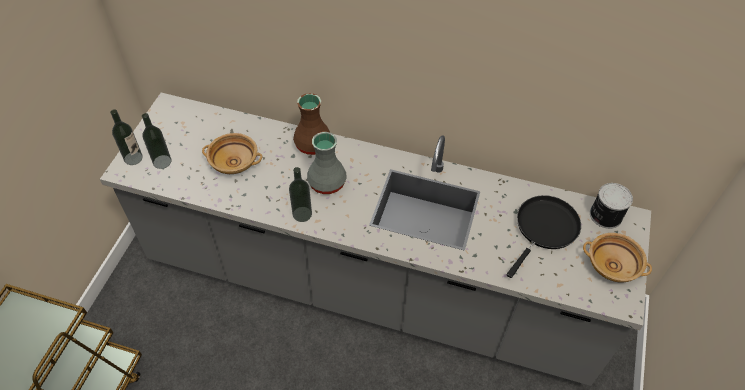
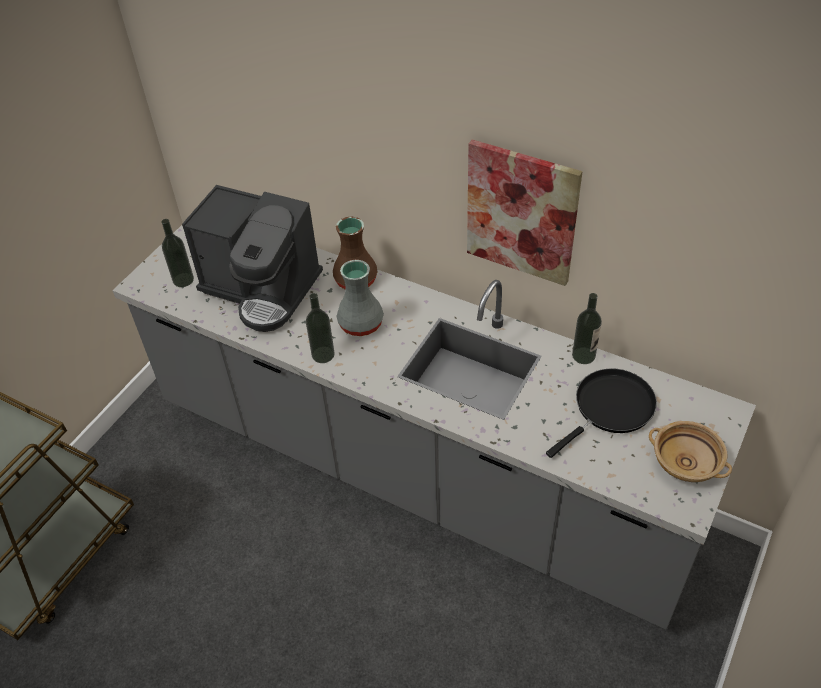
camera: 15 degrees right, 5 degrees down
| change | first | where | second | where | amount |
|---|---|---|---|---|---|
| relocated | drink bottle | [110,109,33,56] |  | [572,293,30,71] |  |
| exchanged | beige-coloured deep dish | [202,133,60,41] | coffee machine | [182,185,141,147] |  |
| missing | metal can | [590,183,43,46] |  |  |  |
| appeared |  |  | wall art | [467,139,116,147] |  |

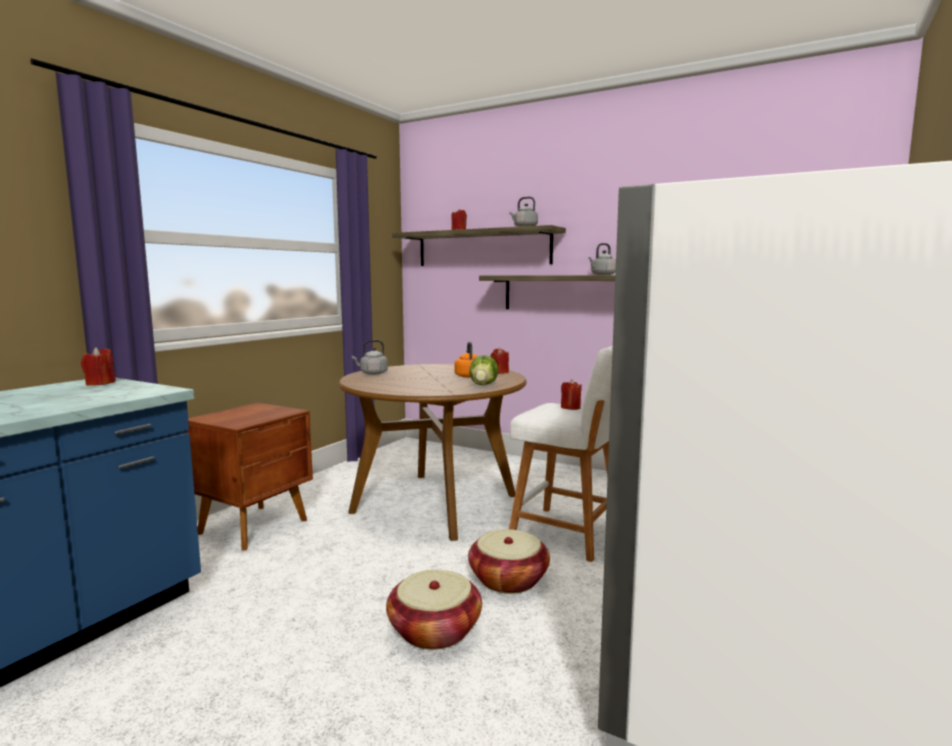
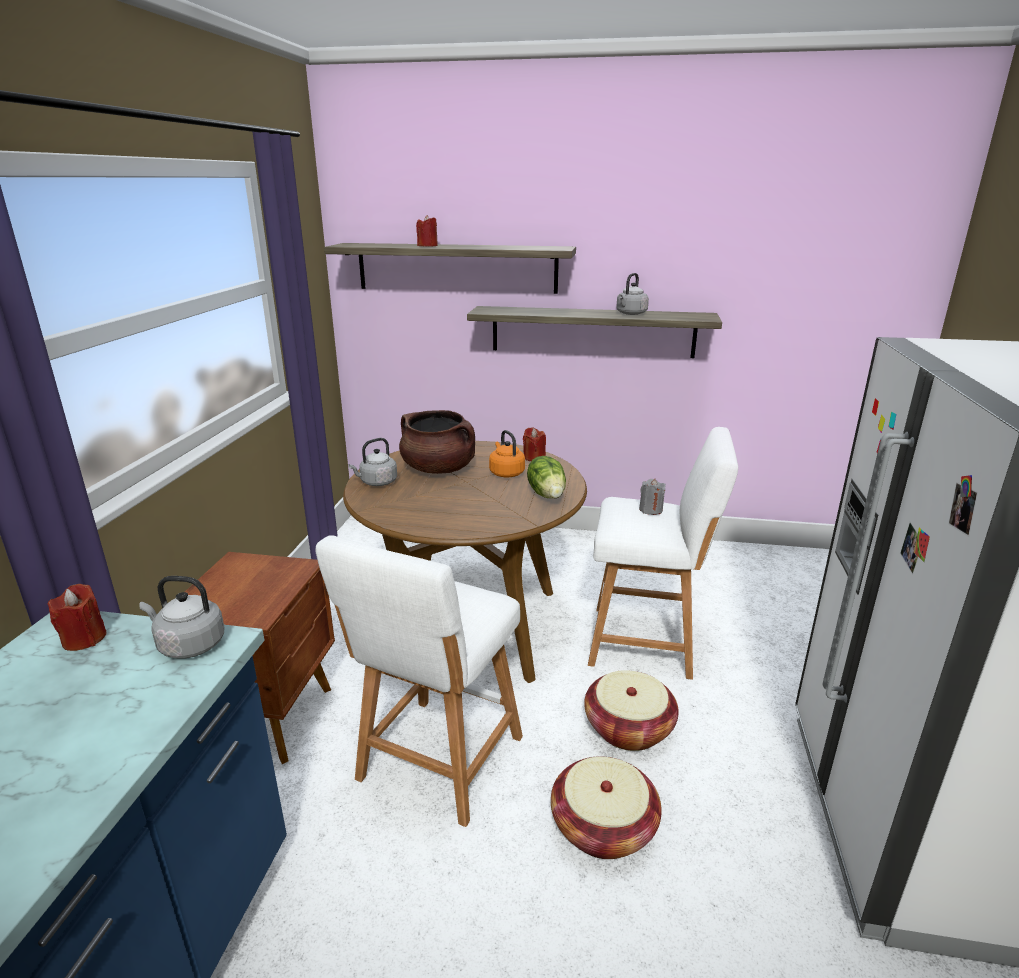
camera: 20 degrees left, 15 degrees up
| change | first | where | second | where | amount |
|---|---|---|---|---|---|
| relocated | gray kettle | [509,197,29,30] |  | [139,576,85,82] |  |
| colour | red candle | [561,379,21,31] | gray candle | [639,479,27,36] |  |
| appeared |  |  | whitish sitting stool | [316,535,207,292] |  |
| appeared |  |  | brownish stockpot | [399,410,76,64] |  |

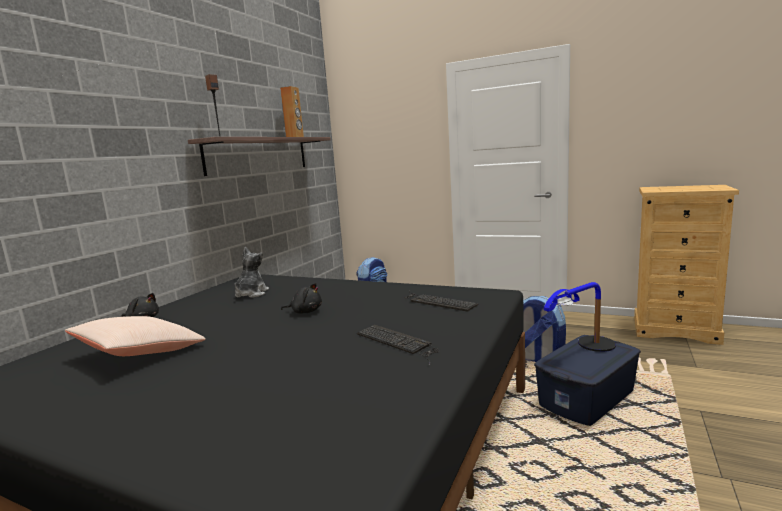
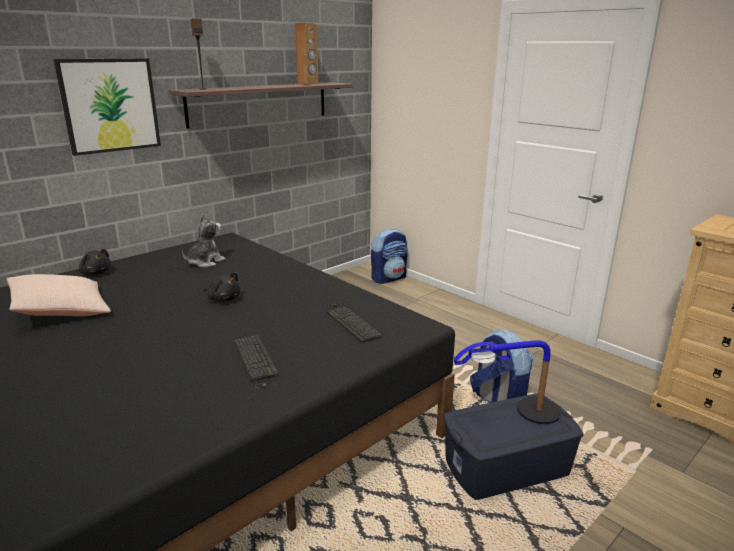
camera: 20 degrees right, 10 degrees up
| change | first | where | second | where | amount |
|---|---|---|---|---|---|
| appeared |  |  | wall art | [54,58,107,98] |  |

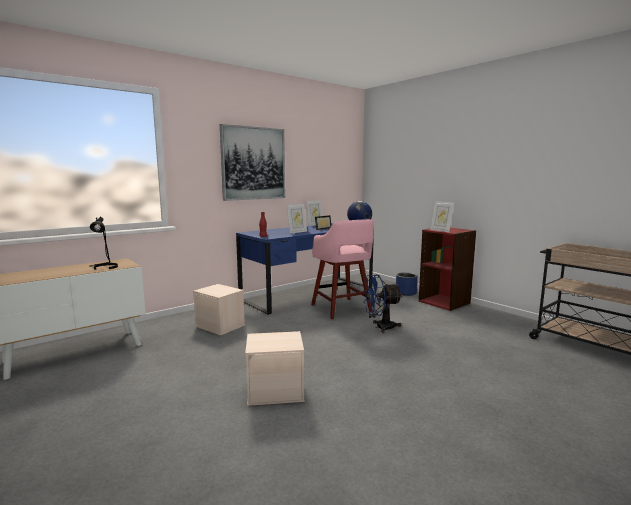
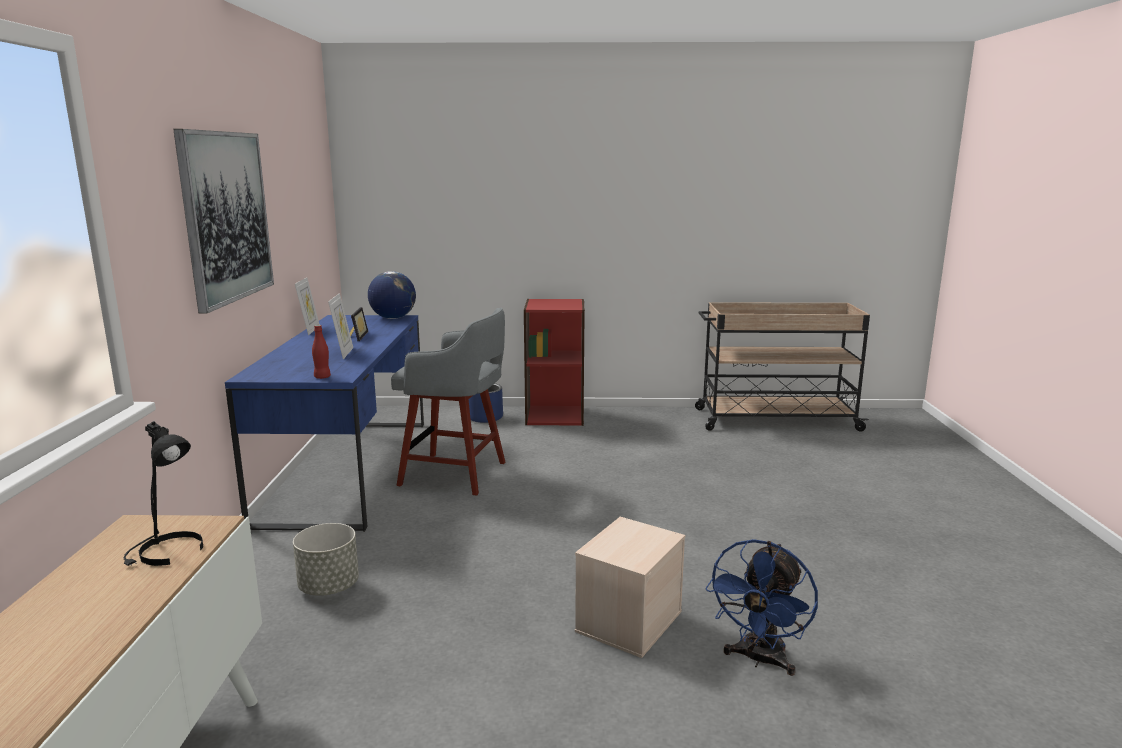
camera: 50 degrees left, 5 degrees up
| change | first | where | second | where | amount |
|---|---|---|---|---|---|
| exchanged | beige-coloured storage box | [193,284,52,52] | gray flower pot | [293,523,66,73] |  |
| colour | pink-coloured sitting stool | [311,219,63,100] | gray sitting stool | [391,308,115,188] |  |
| relocated | bluish electric fan | [364,274,39,59] |  | [705,539,113,137] |  |
| missing | picture frame | [430,201,24,31] |  |  |  |

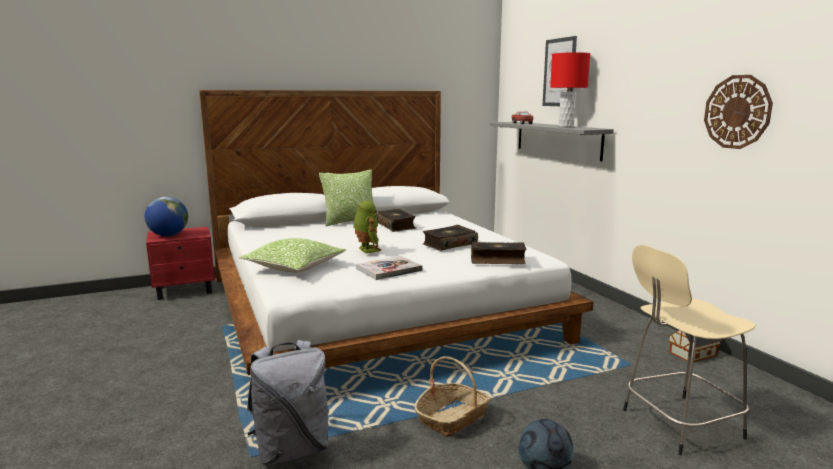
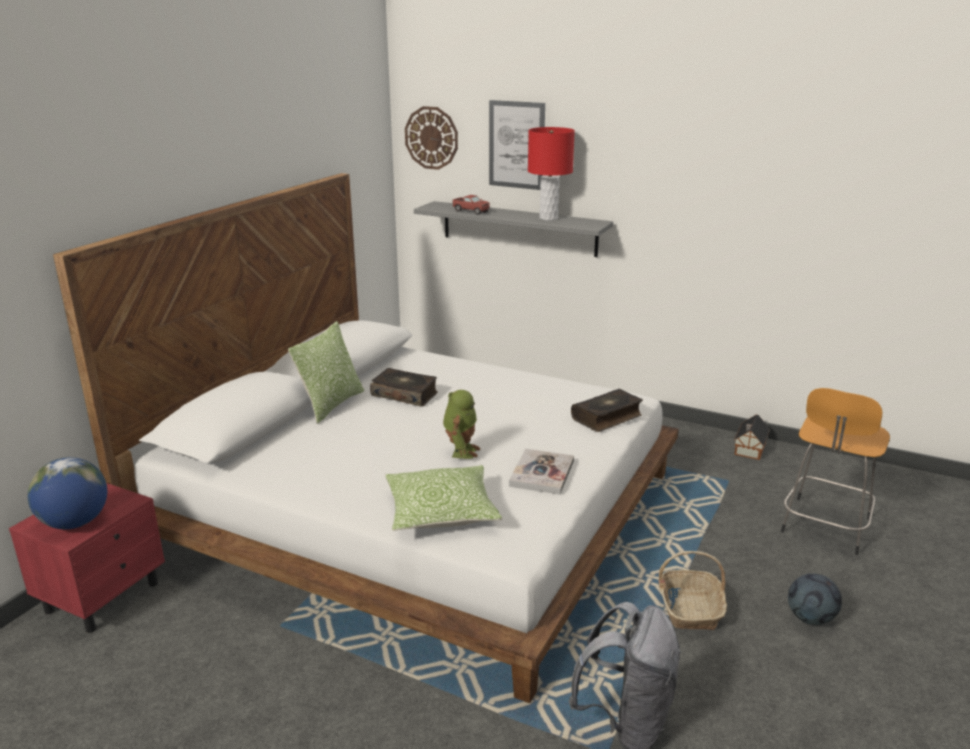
camera: 40 degrees left, 10 degrees up
| change | first | where | second | where | amount |
|---|---|---|---|---|---|
| spun | robot figure | [353,201,29,52] |  | [443,390,37,69] | 75 degrees clockwise |
| missing | book | [423,225,55,26] |  |  |  |
| colour | beige-coloured sitting stool | [623,245,133,211] | orangey sitting stool | [781,388,109,167] |  |
| relocated | clock on the wall | [704,75,69,74] |  | [405,106,53,64] |  |

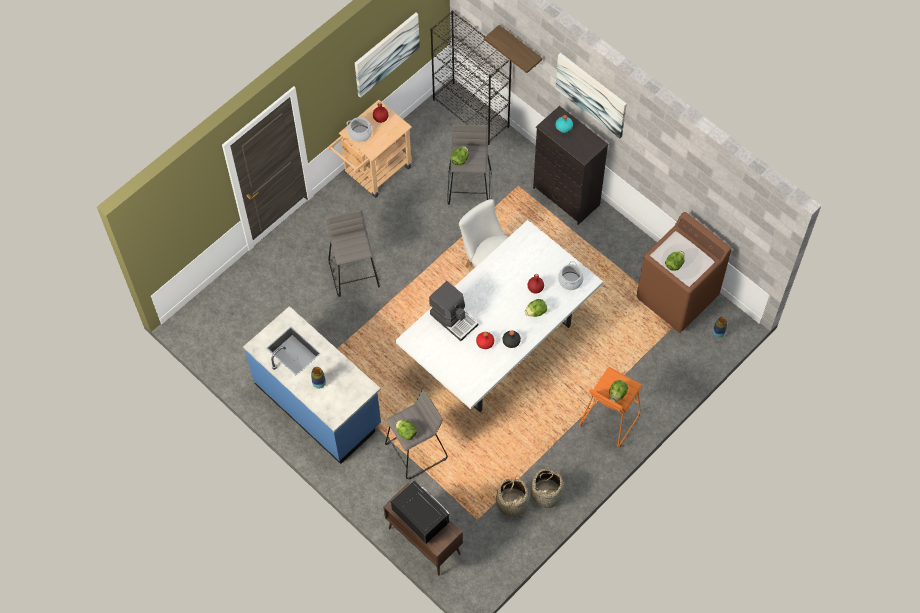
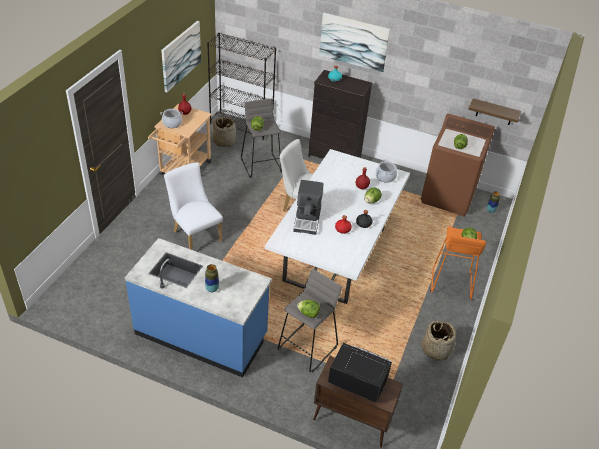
camera: 25 degrees left, 20 degrees down
| change | first | where | second | where | amount |
|---|---|---|---|---|---|
| exchanged | gray sitting stool | [327,209,53,88] | whitish chair | [164,163,59,87] |  |
| spun | coffee machine | [429,281,49,60] |  | [293,180,30,55] | 75 degrees clockwise |
| relocated | wall shelf | [484,25,58,48] |  | [468,98,53,27] |  |
| relocated | storage basket | [496,475,33,44] |  | [213,117,23,30] |  |

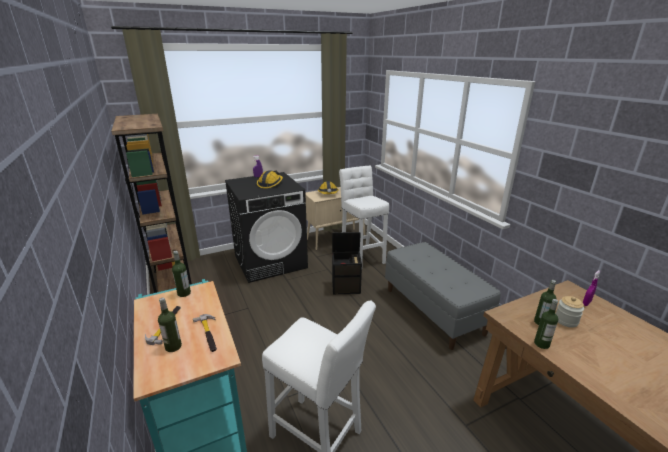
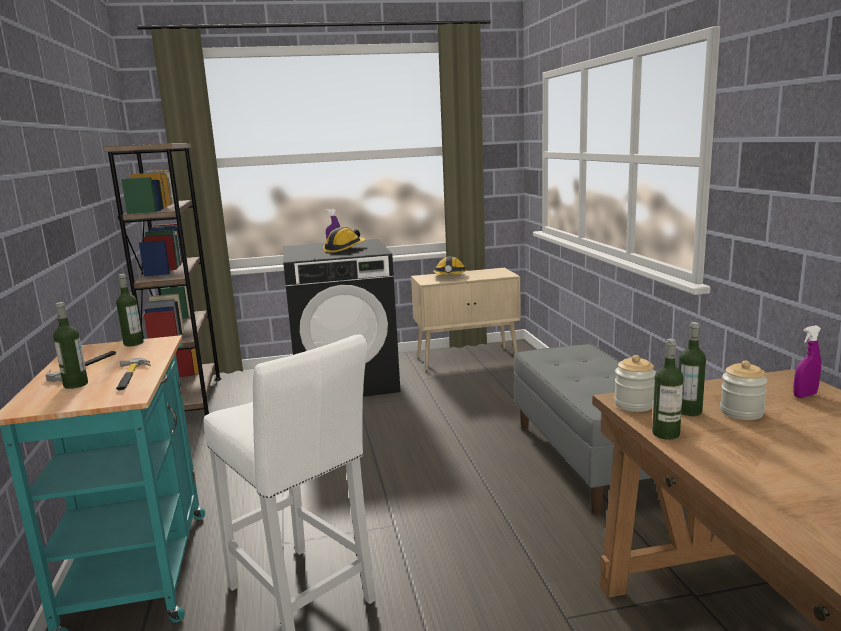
camera: 15 degrees right, 10 degrees down
| change | first | where | second | where | amount |
|---|---|---|---|---|---|
| missing | black-coloured storage box | [332,232,30,62] |  |  |  |
| missing | whitish sitting stool | [339,166,50,98] |  |  |  |
| appeared |  |  | preserve jar | [614,355,42,57] |  |

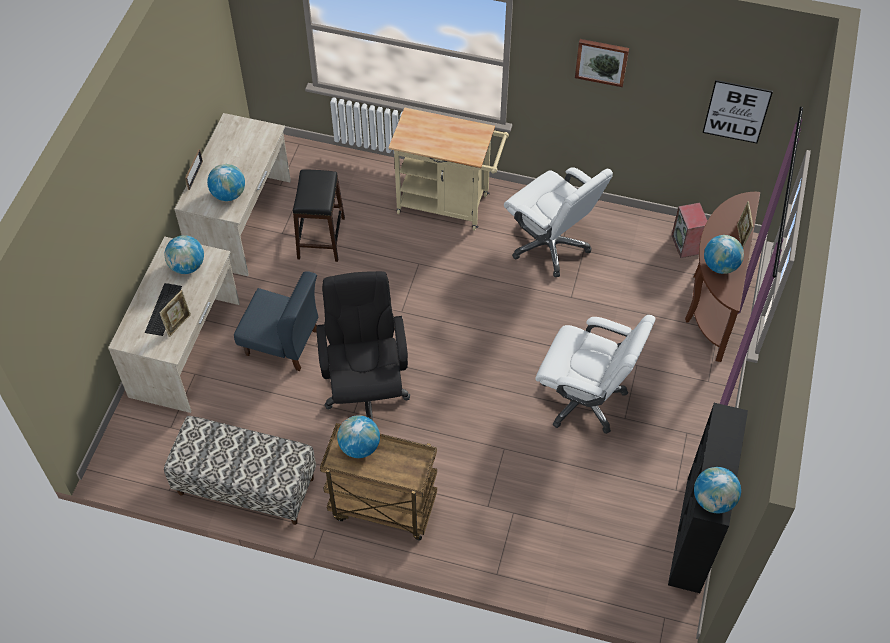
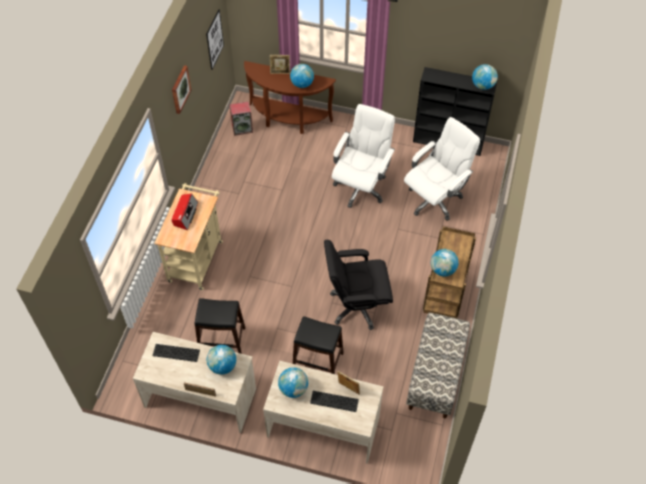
camera: 90 degrees left, 0 degrees up
| change | first | where | second | where | amount |
|---|---|---|---|---|---|
| exchanged | bluish chair | [234,271,85,100] | black-coloured sitting stool | [293,316,50,58] |  |
| relocated | whitish desk chair | [504,167,109,110] |  | [404,117,76,104] |  |
| appeared |  |  | PC keyboard | [153,344,47,18] |  |
| appeared |  |  | radio receiver | [172,194,26,36] |  |

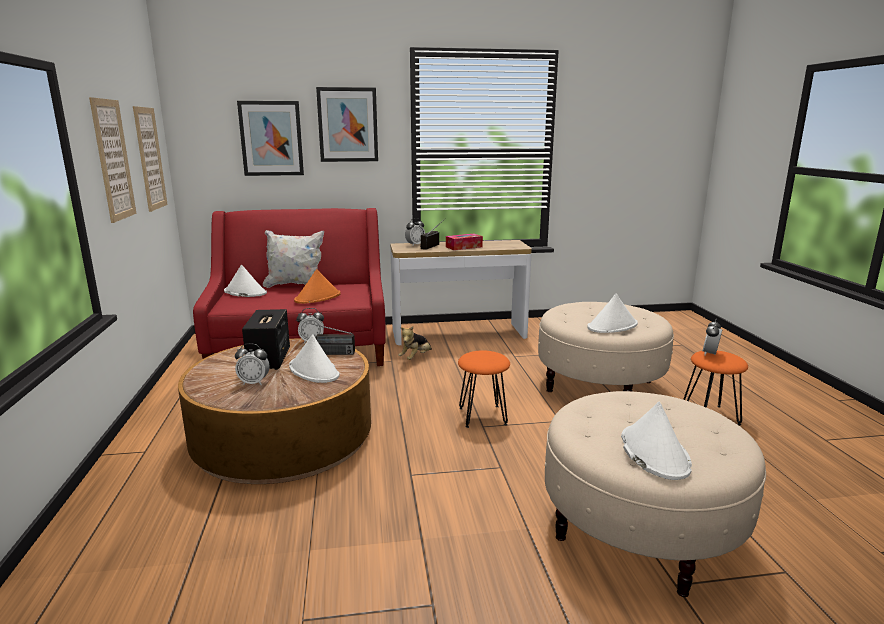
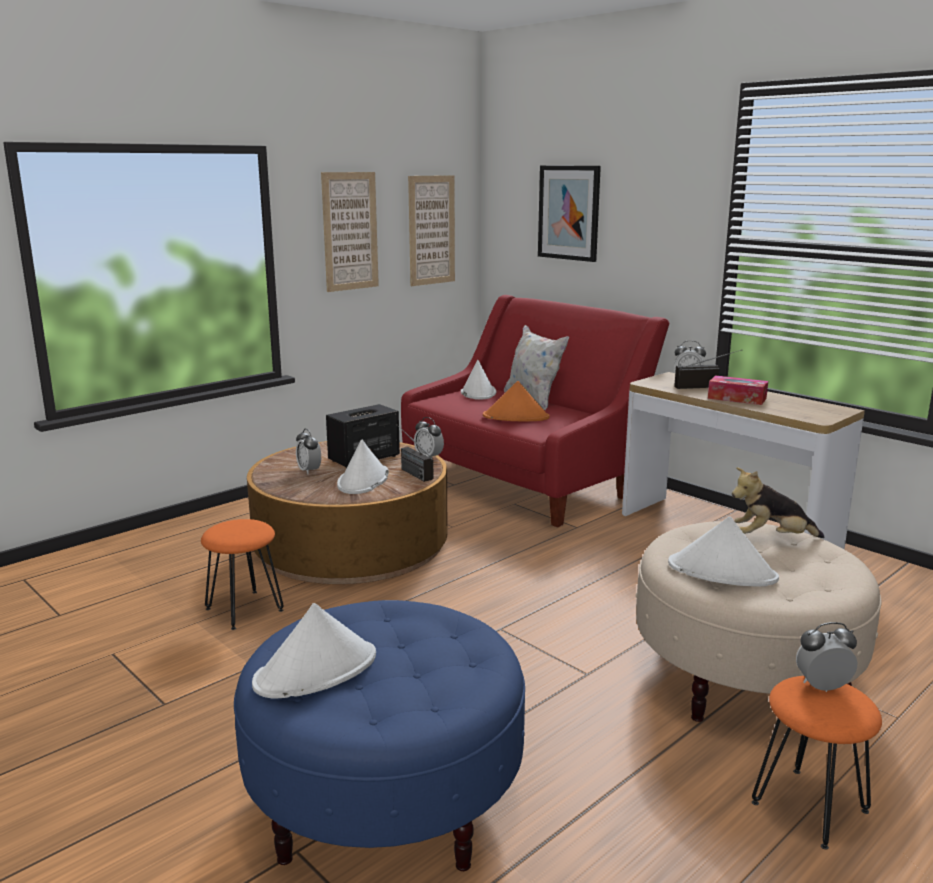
camera: 55 degrees right, 0 degrees up
| change | first | where | second | where | amount |
|---|---|---|---|---|---|
| missing | wall art | [316,87,62,75] |  |  |  |
| relocated | cuddly toy | [398,326,34,34] |  | [732,467,92,71] |  |
| relocated | orangey sitting stool | [458,351,52,77] |  | [201,519,83,111] |  |
| colour | beige-coloured pouffe | [545,391,221,206] | bluish pouffe | [234,600,291,271] |  |

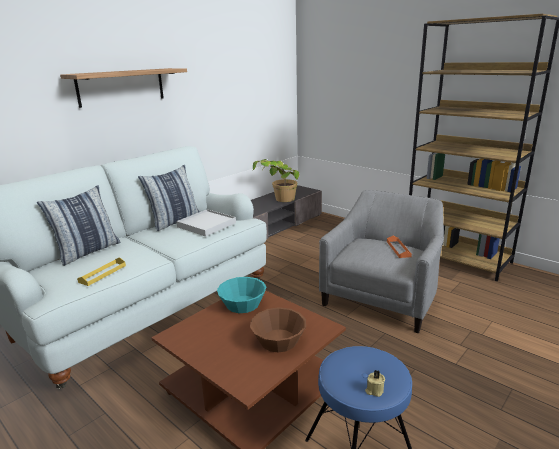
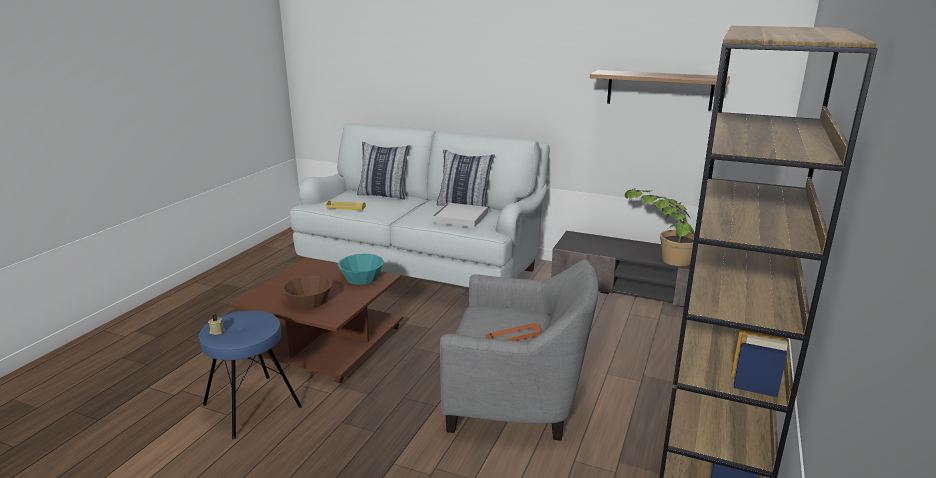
camera: 70 degrees right, 0 degrees up
| change | first | where | second | where | amount |
|---|---|---|---|---|---|
| relocated | wall shelf | [60,68,127,40] |  | [590,70,140,40] |  |

